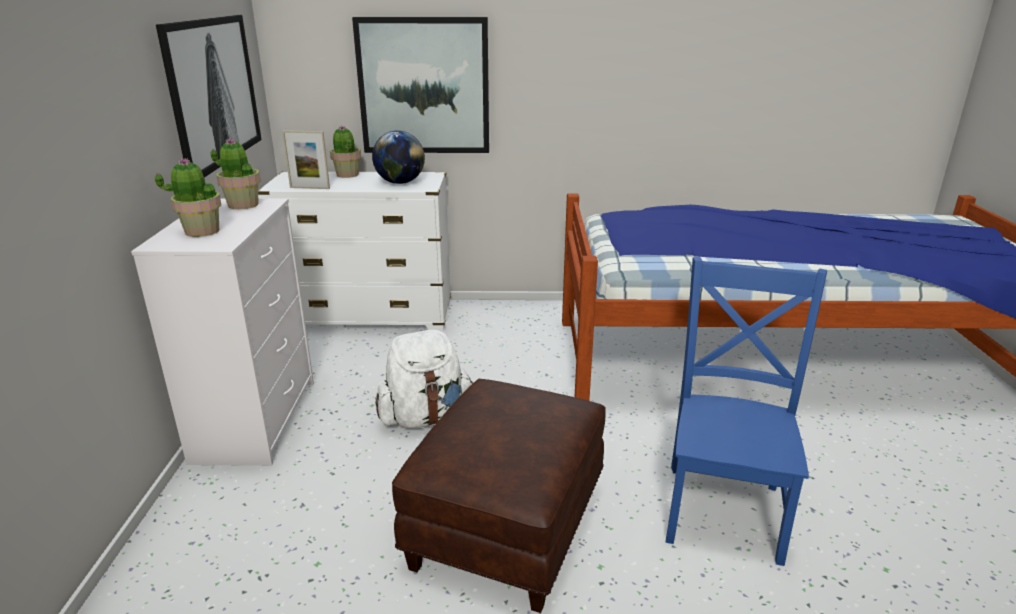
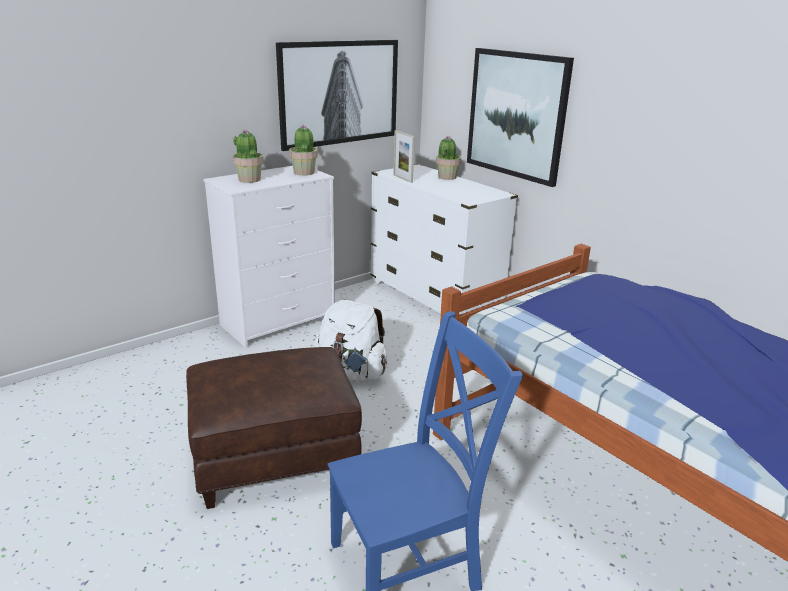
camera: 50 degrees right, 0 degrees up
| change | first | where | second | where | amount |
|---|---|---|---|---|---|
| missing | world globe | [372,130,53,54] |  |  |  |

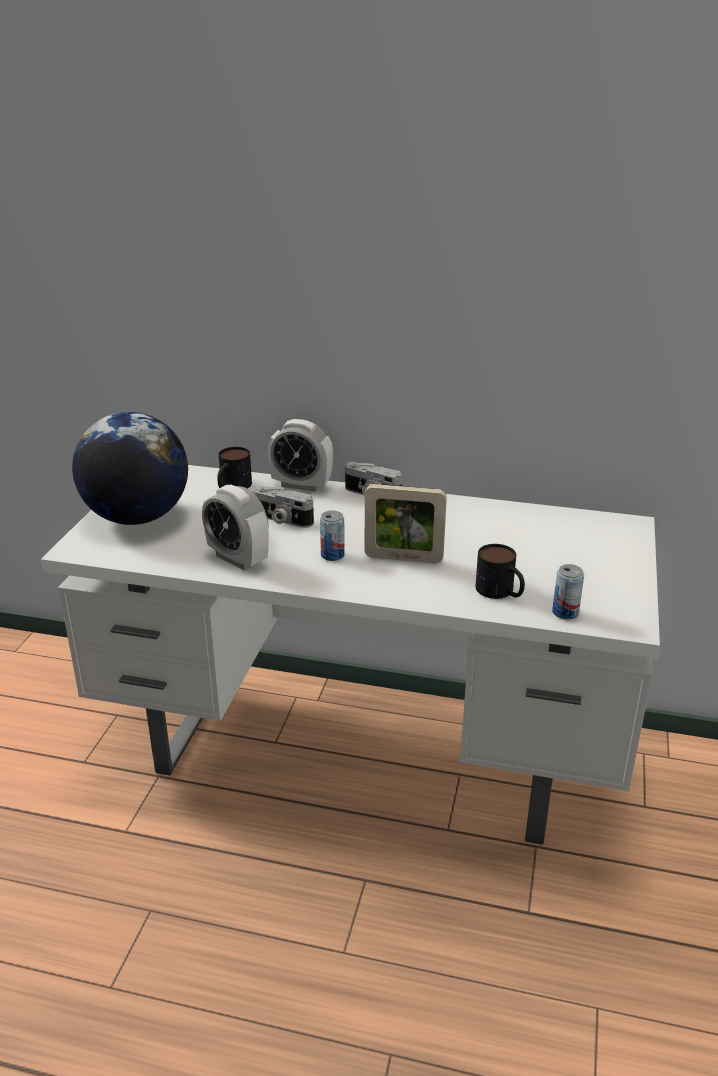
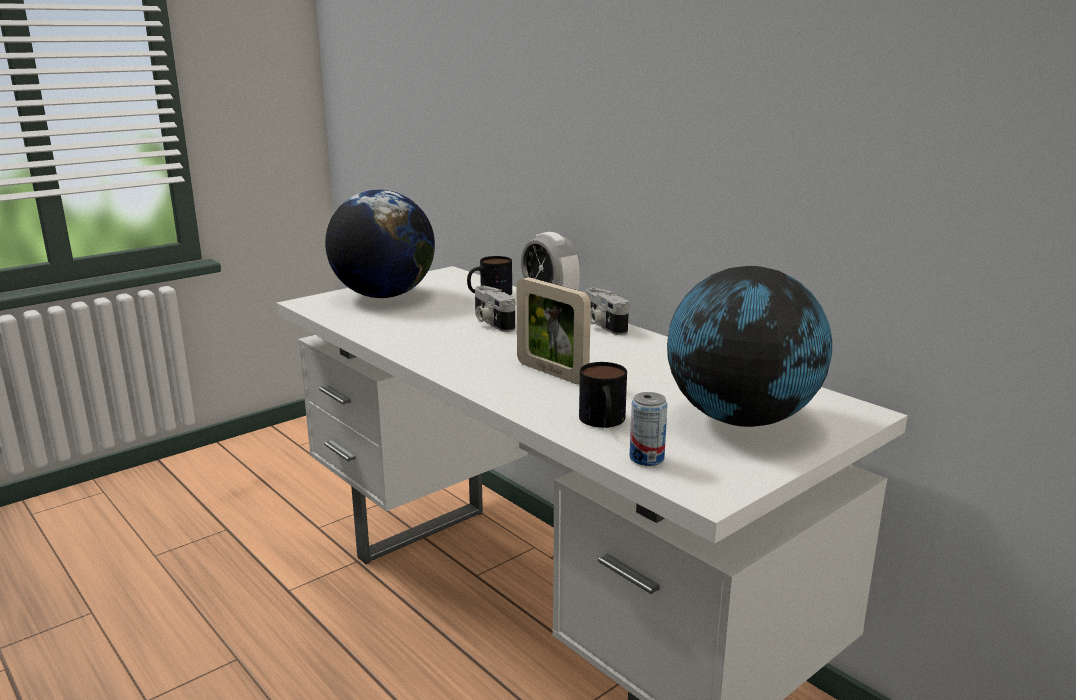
camera: 35 degrees right, 10 degrees down
| change | first | where | second | where | amount |
|---|---|---|---|---|---|
| missing | bedside clock | [202,485,67,86] |  |  |  |
| missing | metal can | [320,511,25,50] |  |  |  |
| appeared |  |  | world globe | [667,266,165,161] |  |

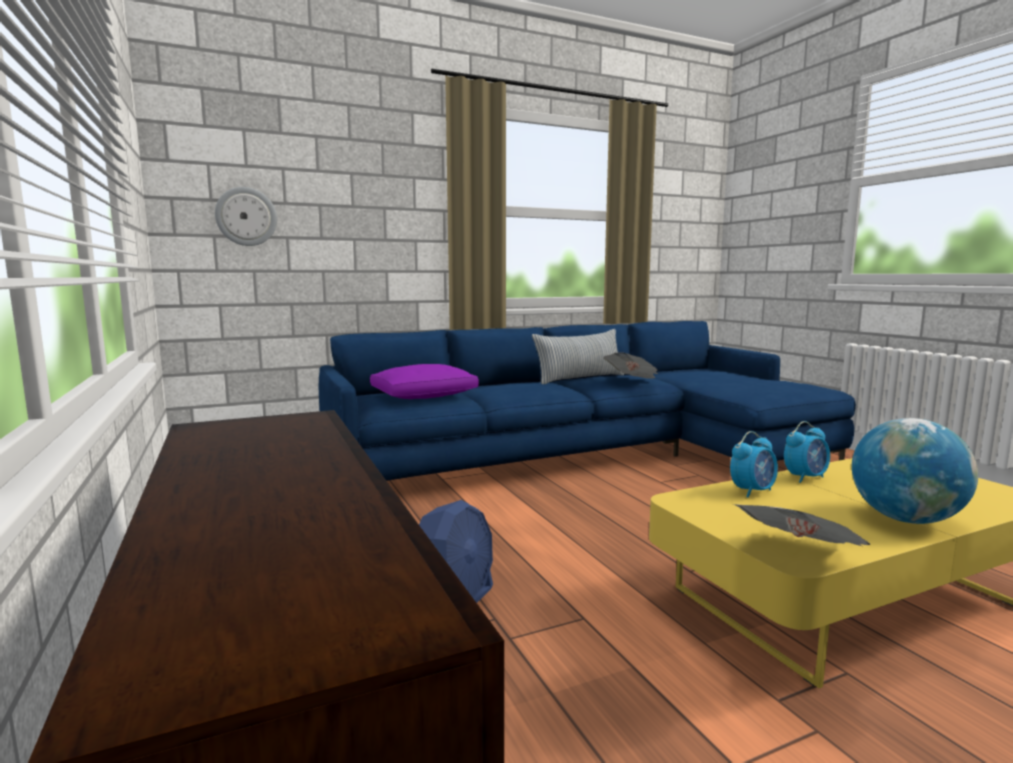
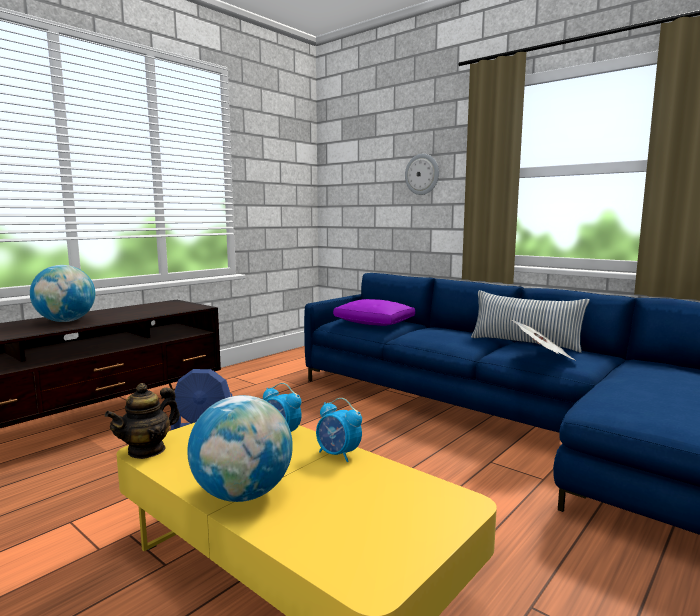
camera: 65 degrees right, 0 degrees up
| change | first | where | second | where | amount |
|---|---|---|---|---|---|
| relocated | clock on the wall | [215,187,62,59] |  | [405,154,34,41] |  |
| exchanged | printed paper | [733,504,137,42] | pot for tea | [105,383,75,76] |  |
| appeared |  |  | world globe | [30,265,65,57] |  |

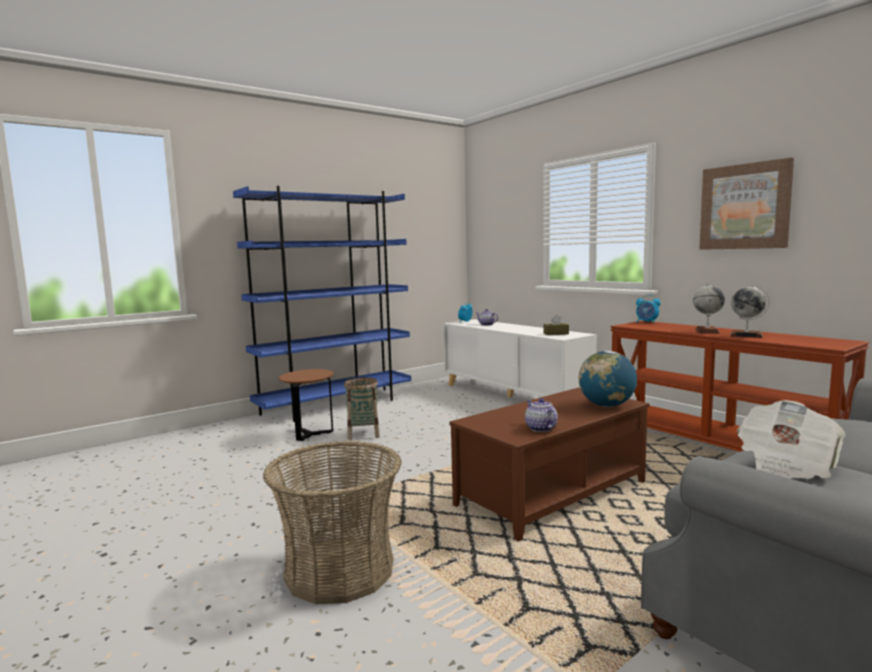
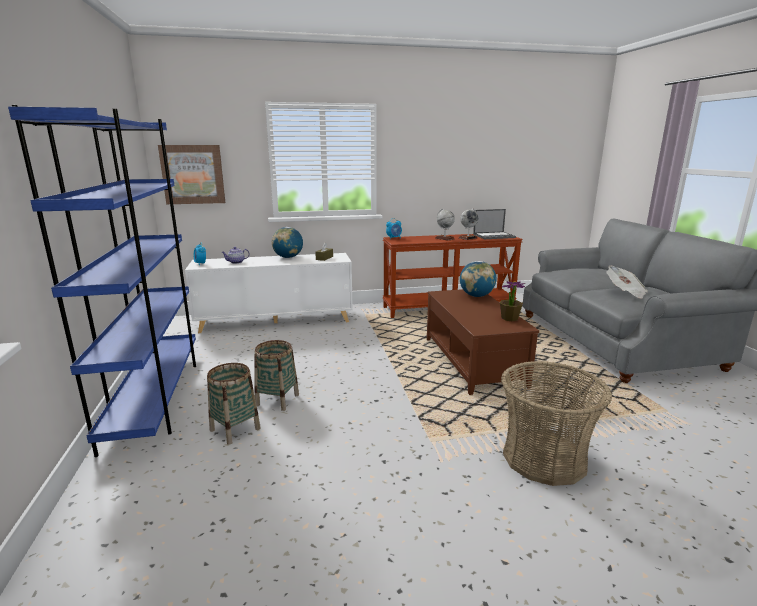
camera: 65 degrees left, 10 degrees up
| change | first | where | second | where | amount |
|---|---|---|---|---|---|
| exchanged | brownish accent table | [279,369,54,72] | storage basket | [207,363,54,82] |  |
| exchanged | pot for tea | [525,398,33,34] | houseplant | [500,281,26,40] |  |
| relocated | wall art | [699,158,95,92] |  | [158,145,67,59] |  |
| appeared |  |  | world globe | [272,227,31,31] |  |
| appeared |  |  | portable computer | [473,209,43,30] |  |

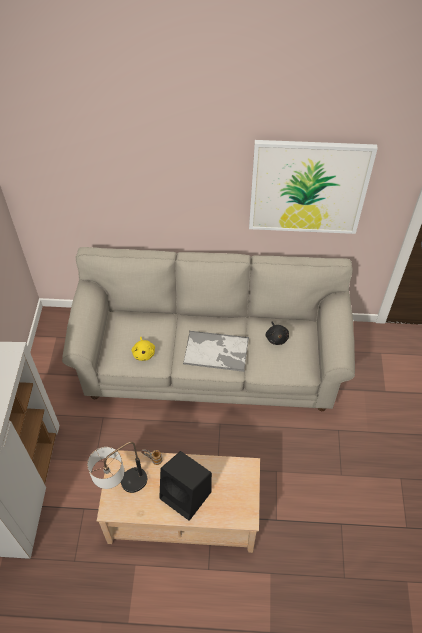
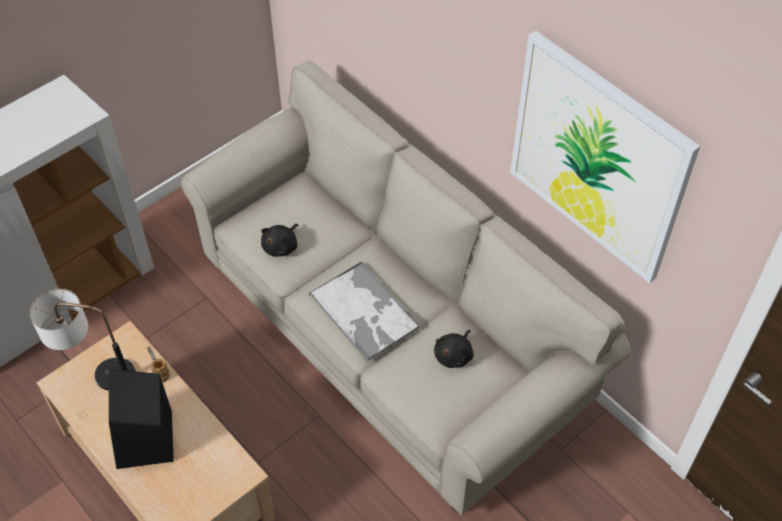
camera: 45 degrees right, 0 degrees up
| change | first | where | second | where | amount |
|---|---|---|---|---|---|
| colour | yellowish cuddly toy | [132,336,23,25] | black-coloured cuddly toy | [261,224,37,33] |  |

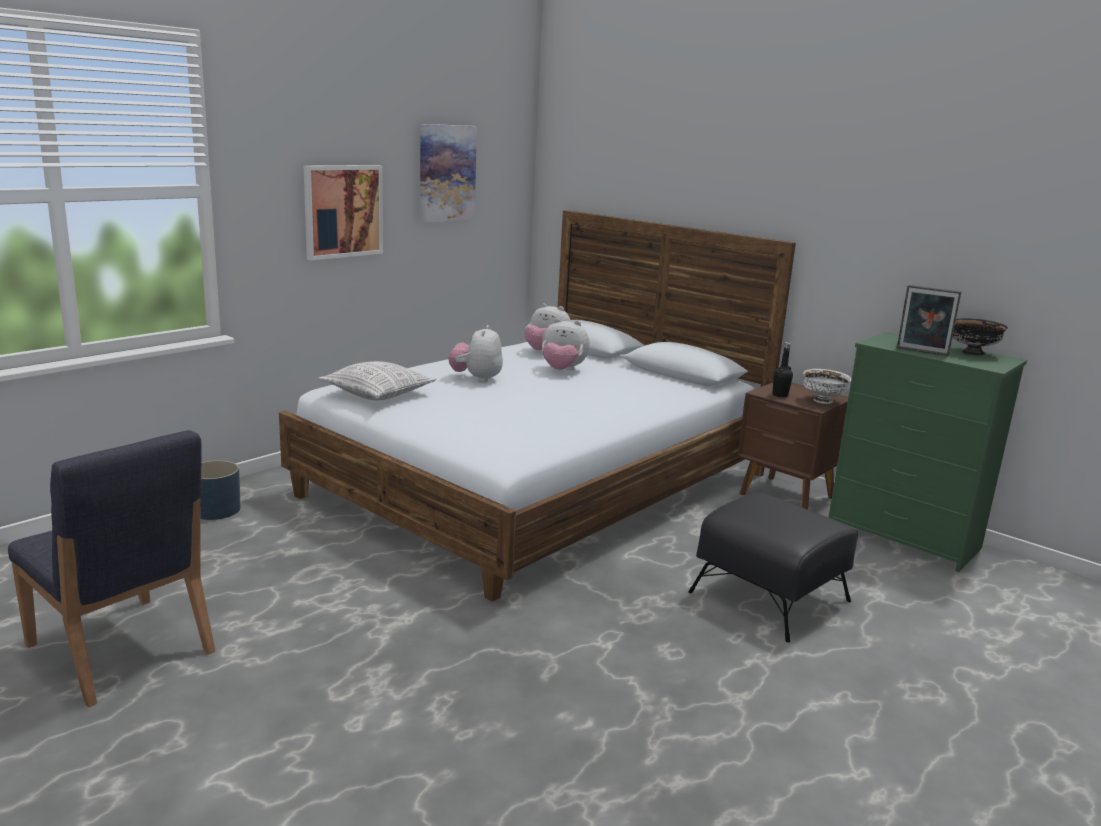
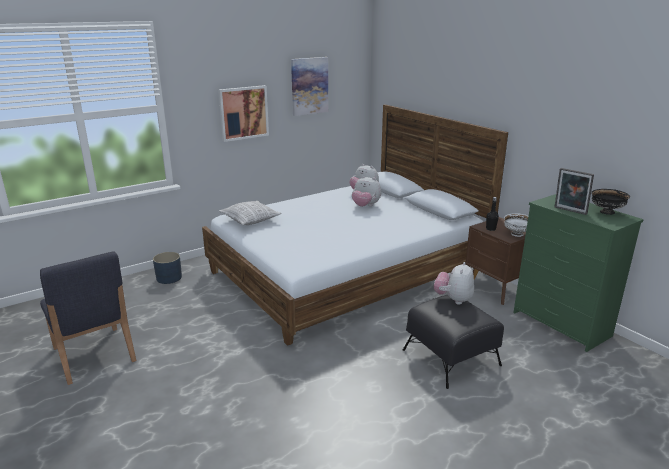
camera: 15 degrees right, 5 degrees up
| change | first | where | second | where | amount |
|---|---|---|---|---|---|
| relocated | cuddly toy | [448,325,55,58] |  | [434,262,40,43] |  |

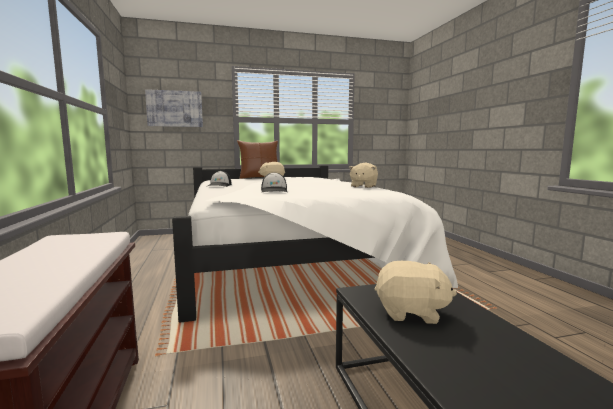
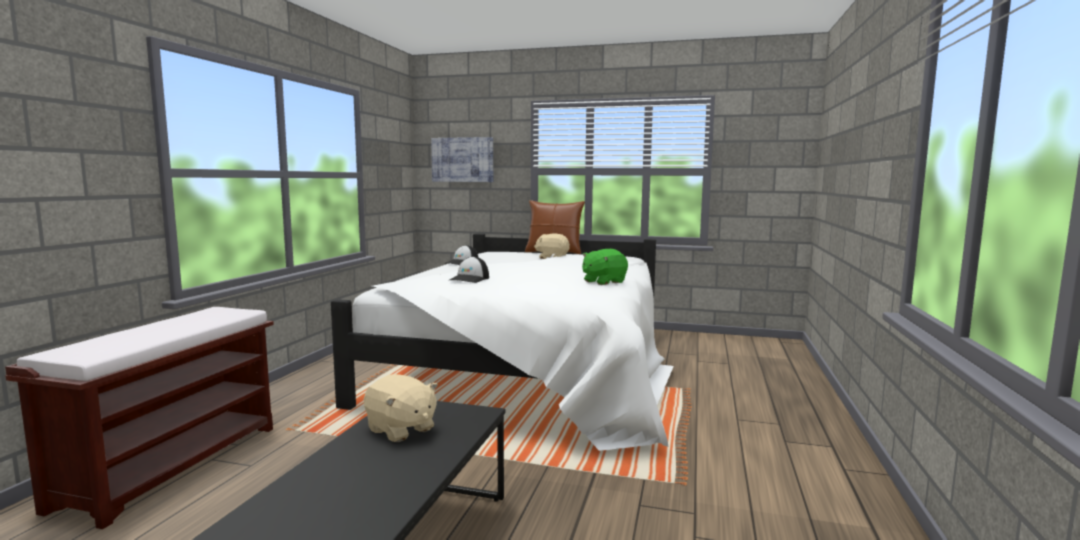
camera: 30 degrees right, 0 degrees up
| change | first | where | second | where | amount |
|---|---|---|---|---|---|
| colour | beige-coloured cuddly toy | [348,163,30,25] | green cuddly toy | [582,249,46,36] |  |

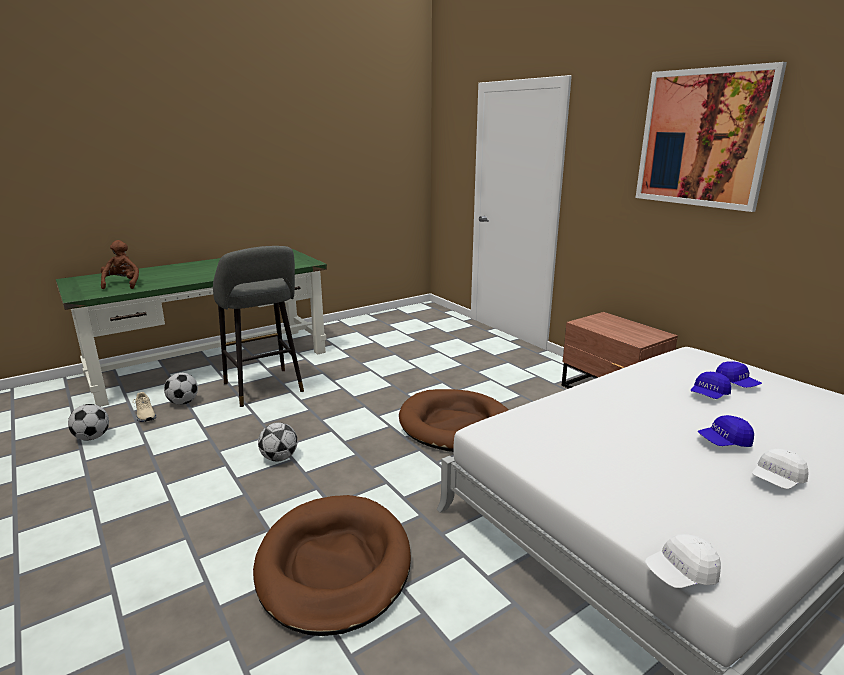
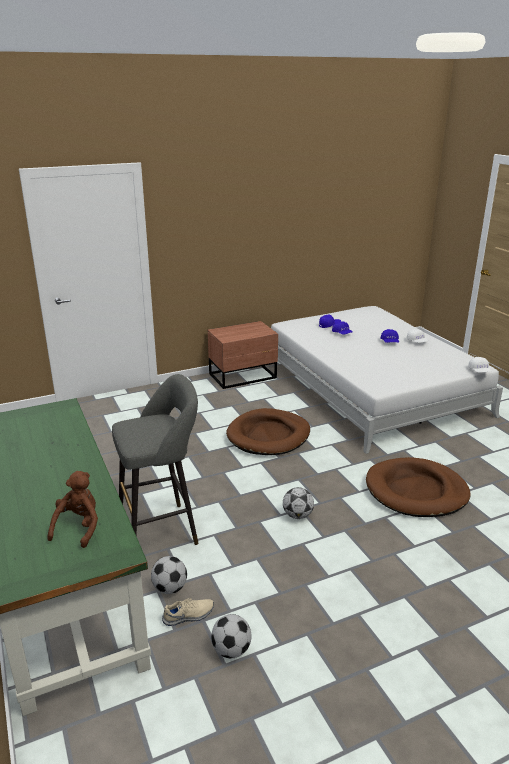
camera: 80 degrees left, 5 degrees up
| change | first | where | second | where | amount |
|---|---|---|---|---|---|
| spun | brownish cuddly toy | [101,240,38,49] |  | [48,471,50,77] | 105 degrees clockwise |
| missing | wall art | [635,62,152,150] |  |  |  |

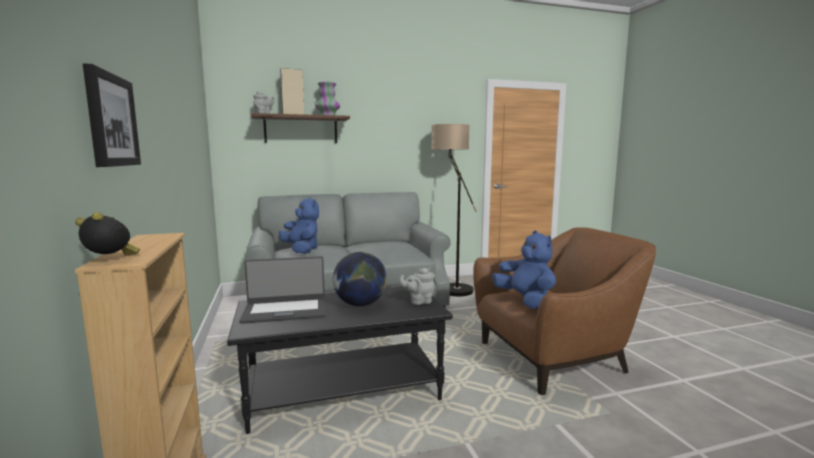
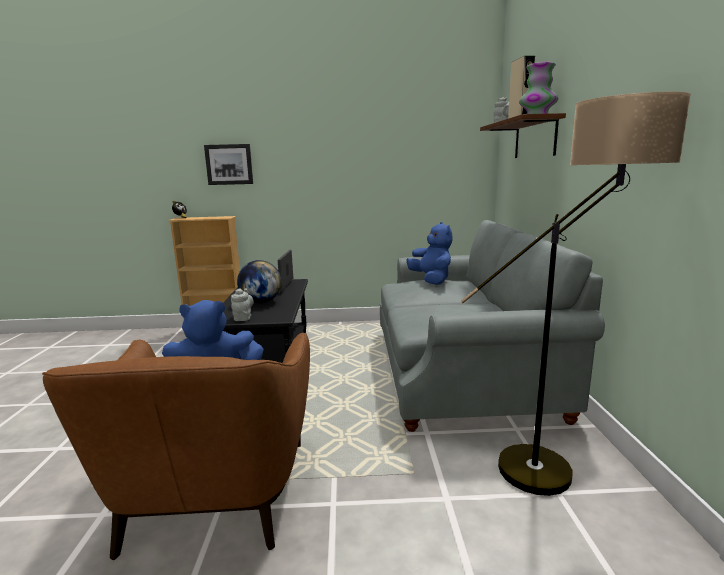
camera: 105 degrees right, 5 degrees up
| change | first | where | second | where | amount |
|---|---|---|---|---|---|
| spun | bluish cuddly toy | [279,197,40,57] |  | [406,222,47,63] | 90 degrees counterclockwise |

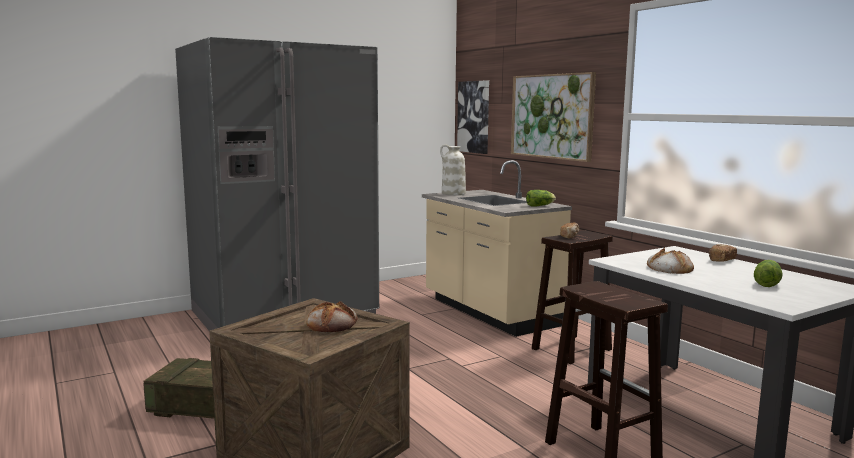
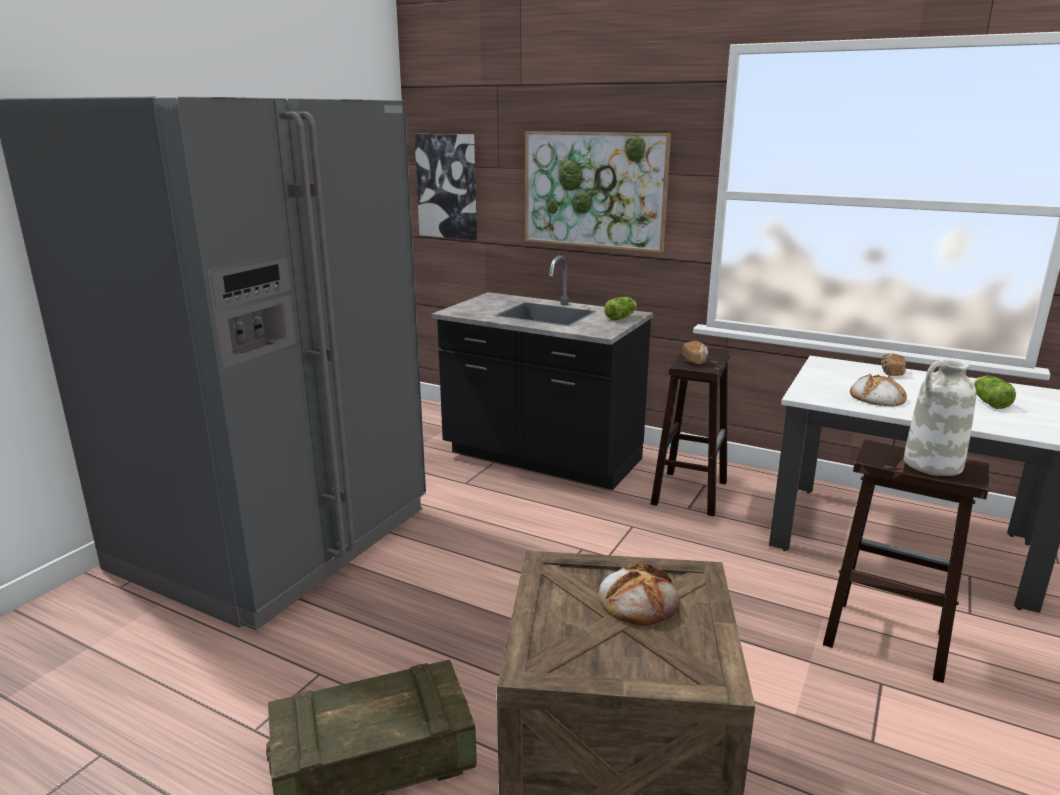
camera: 30 degrees left, 10 degrees up
| change | first | where | second | where | amount |
|---|---|---|---|---|---|
| colour | beige-coloured counter | [422,160,150,177] | black-coloured counter | [431,256,222,234] |  |
| relocated | whitish vase | [440,144,26,51] |  | [904,359,72,117] |  |

